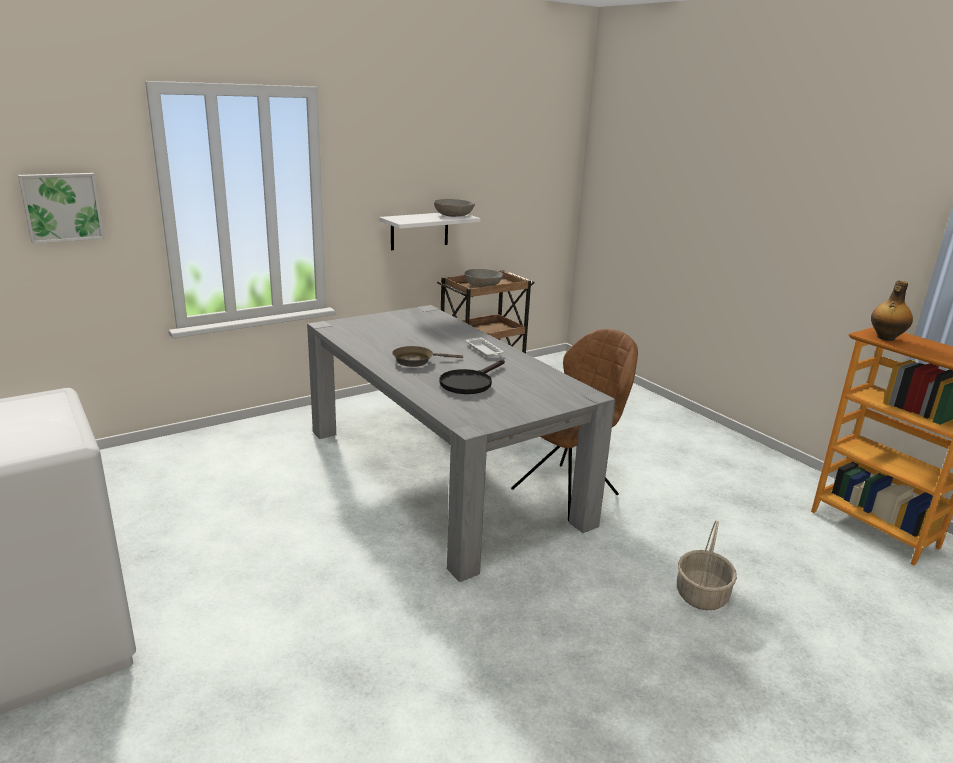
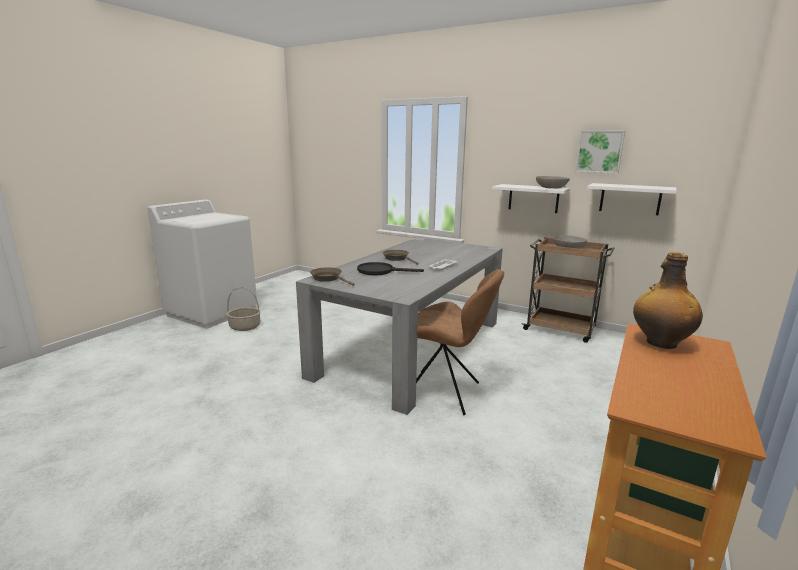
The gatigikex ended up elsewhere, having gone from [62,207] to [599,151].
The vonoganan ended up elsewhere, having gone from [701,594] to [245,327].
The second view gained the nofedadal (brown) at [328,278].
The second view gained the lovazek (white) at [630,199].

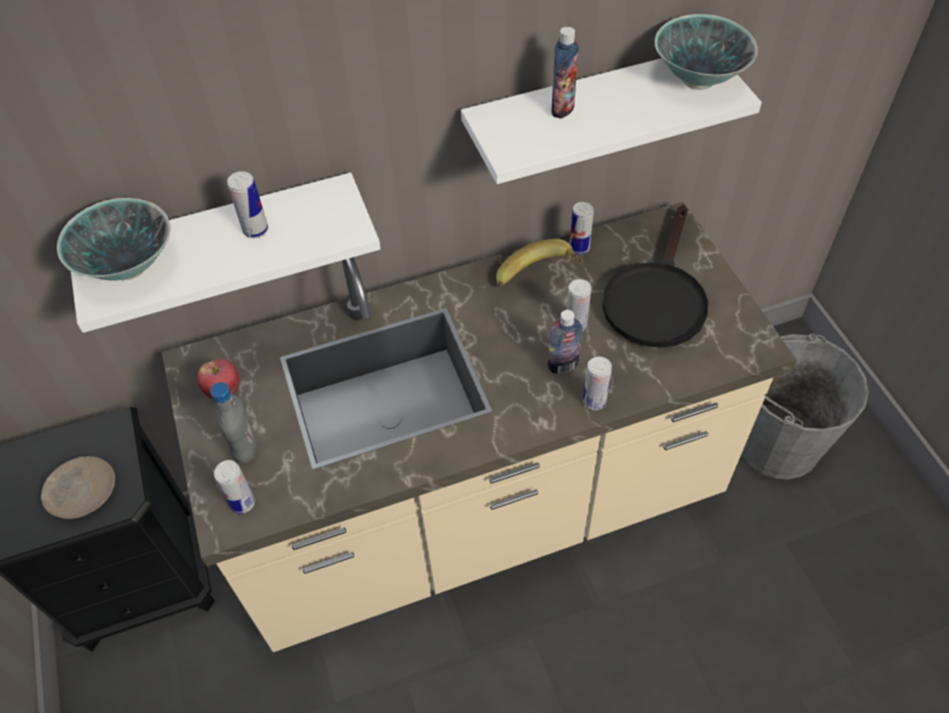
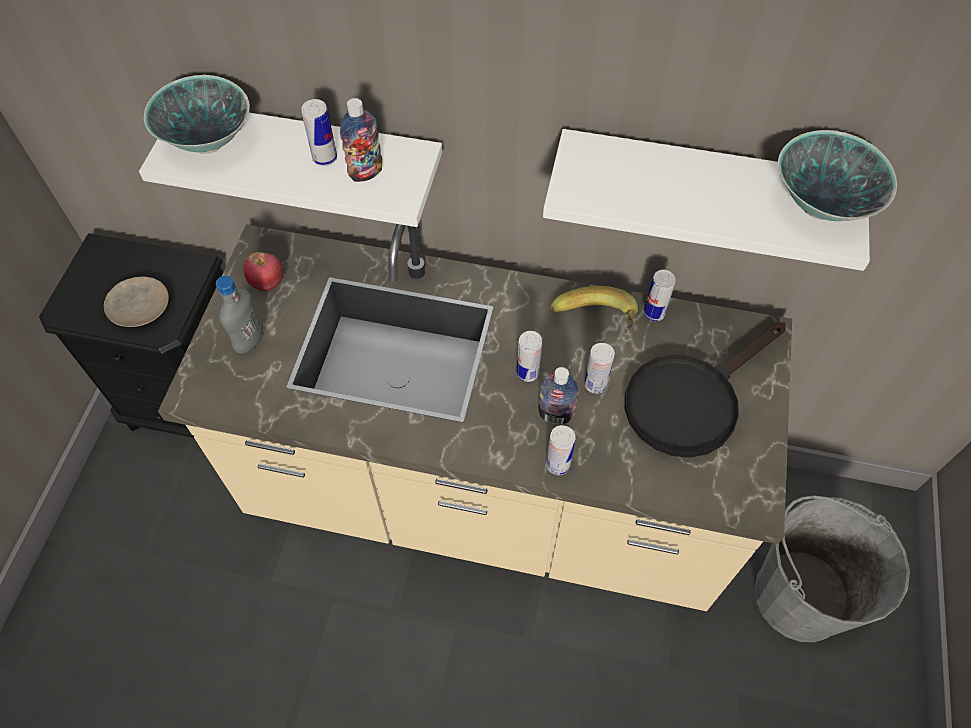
The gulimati ended up elsewhere, having gone from [243,503] to [527,373].
The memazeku ended up elsewhere, having gone from [562,108] to [366,172].

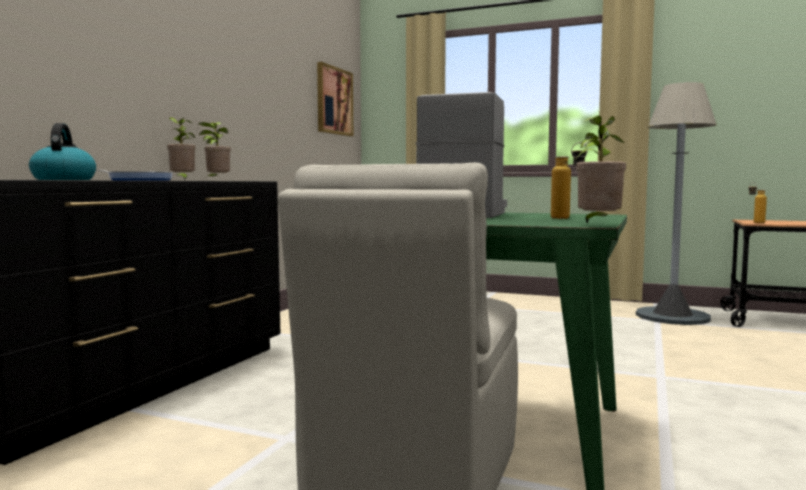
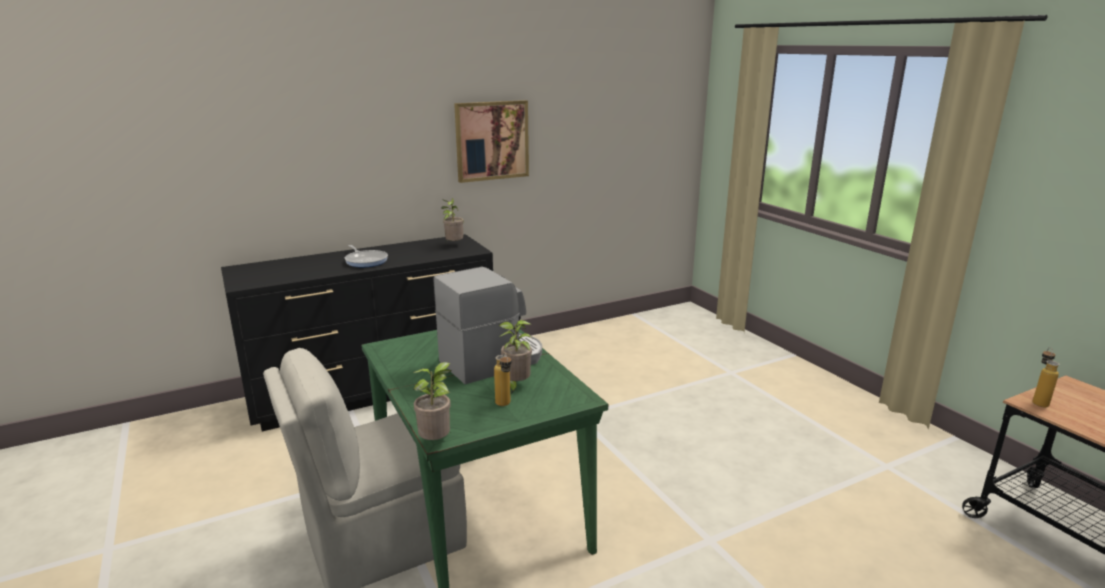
The second view lost the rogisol at [64,179].
The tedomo ended up elsewhere, having gone from [182,180] to [516,386].
The gatigikex ended up elsewhere, having gone from [334,101] to [492,140].
The second view lost the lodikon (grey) at [672,316].

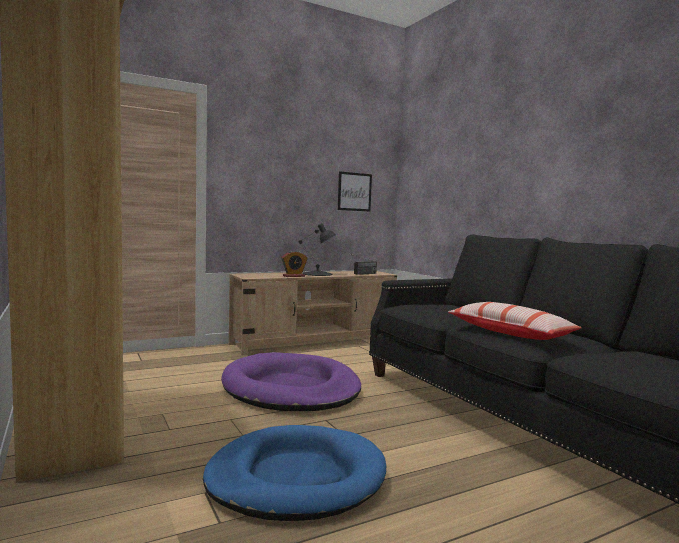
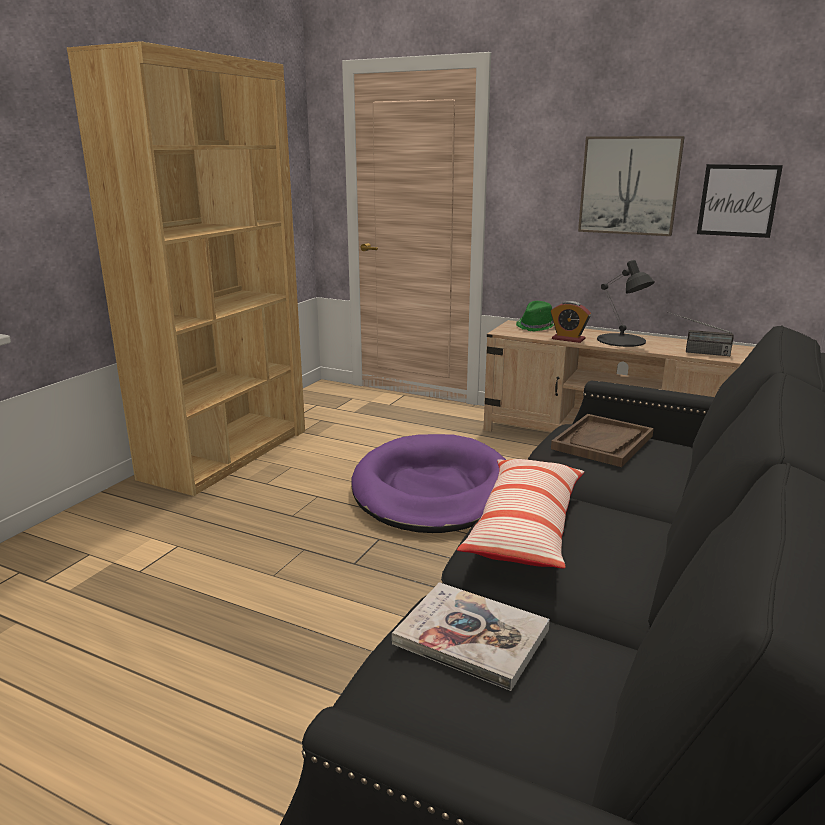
The second view lost the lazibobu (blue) at [296,478].
The second view gained the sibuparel at [471,636].
The second view gained the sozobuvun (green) at [536,326].
The second view gained the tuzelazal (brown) at [602,442].
The second view gained the gatigikex at [629,185].

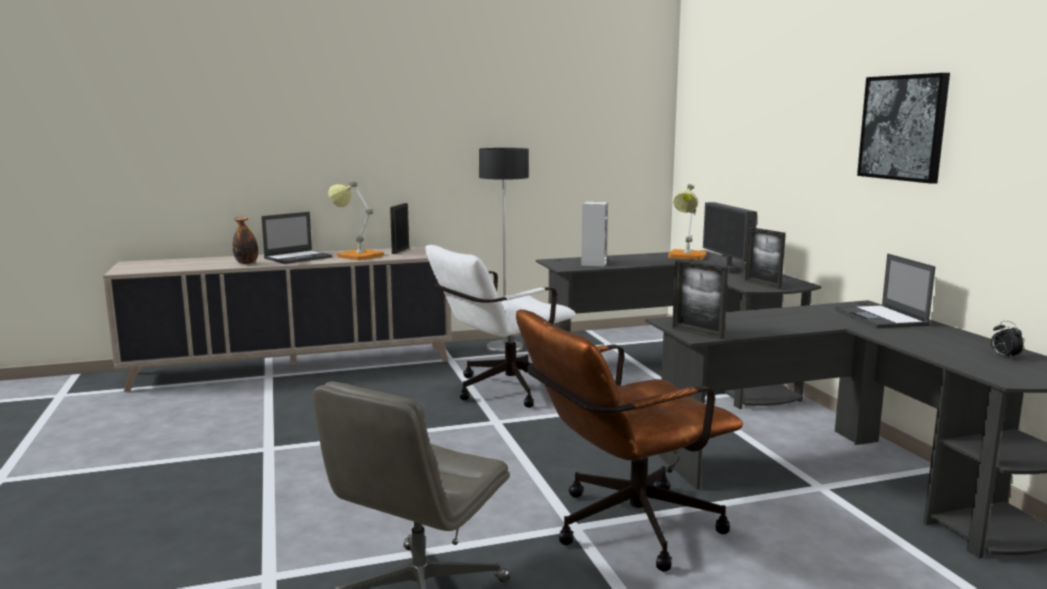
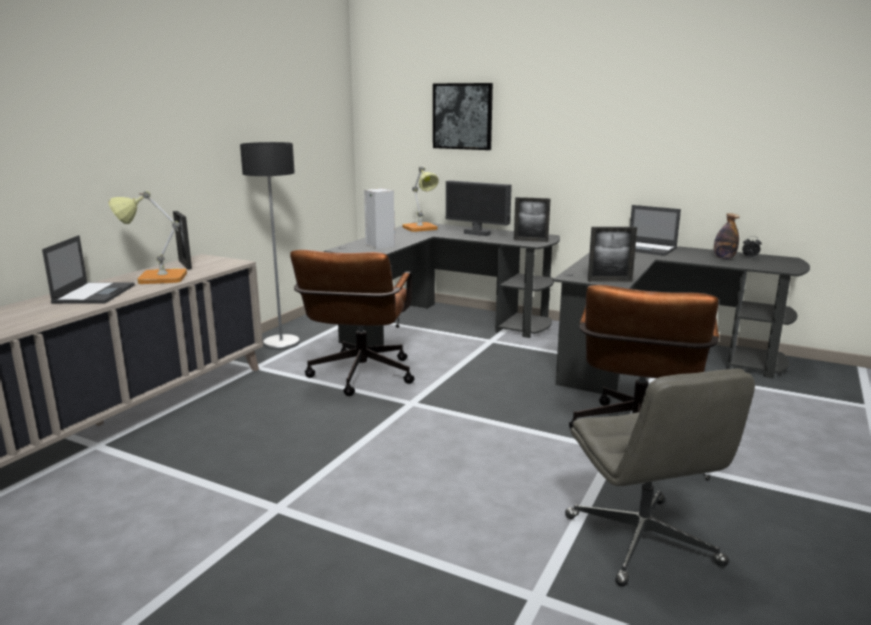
The memazeku ended up elsewhere, having gone from [246,263] to [724,258].
What was the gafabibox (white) at [501,390] turned into the gafabibox (brown) at [359,378].
The gatigikex ended up elsewhere, having gone from [903,127] to [462,116].

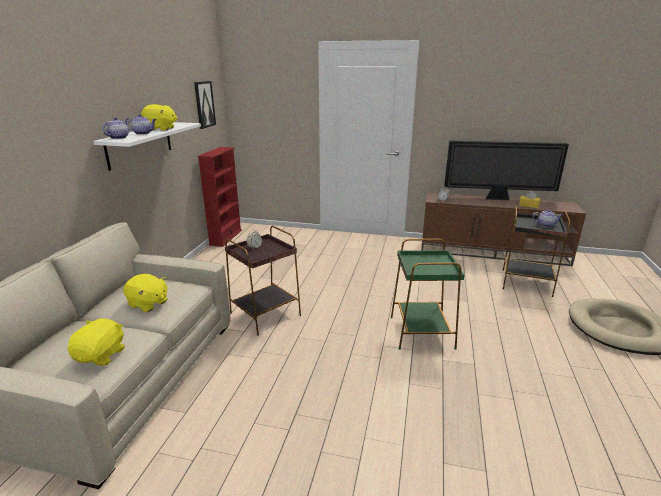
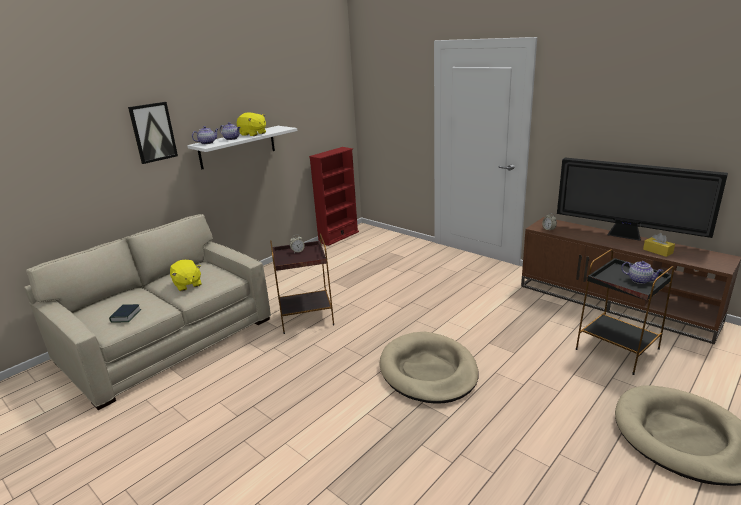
Where the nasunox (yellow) stood at [102,355], the sibuparel came to stand at [126,316].
The gatigikex ended up elsewhere, having gone from [204,104] to [153,132].
Where the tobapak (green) stood at [421,332], the lazibobu (beige) came to stand at [428,371].

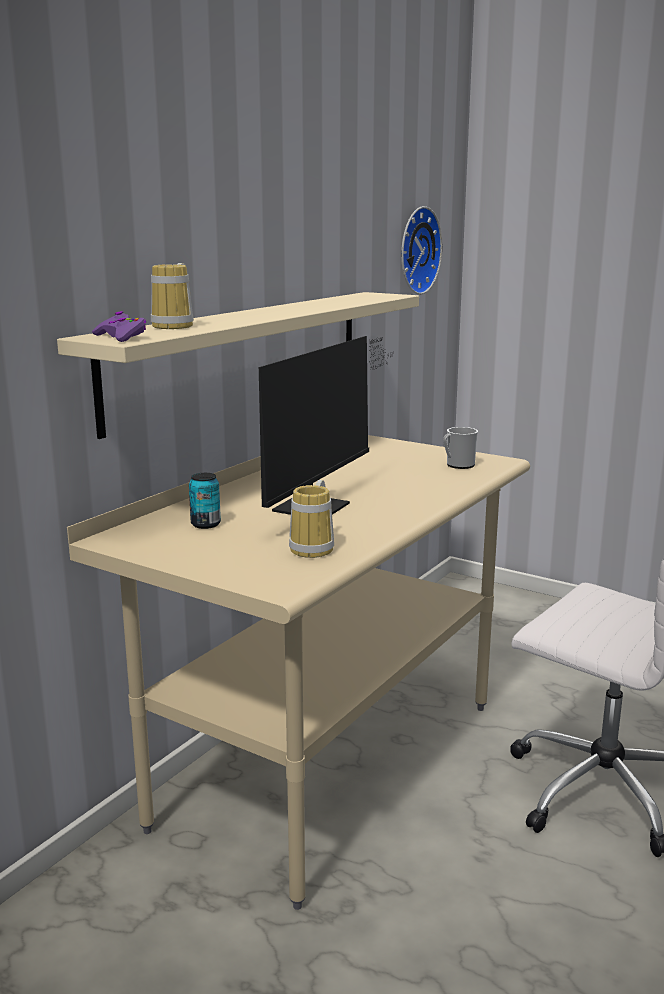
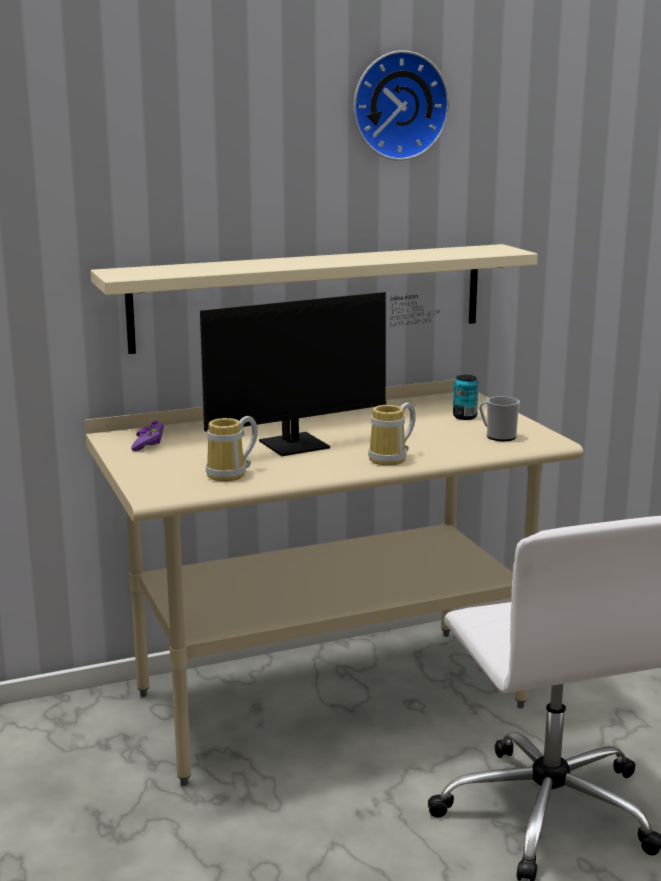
The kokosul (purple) ended up elsewhere, having gone from [121,337] to [148,443].
The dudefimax ended up elsewhere, having gone from [177,326] to [393,459].
The gulimati ended up elsewhere, having gone from [205,524] to [465,417].
The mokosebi ended up elsewhere, having gone from [415,250] to [398,106].

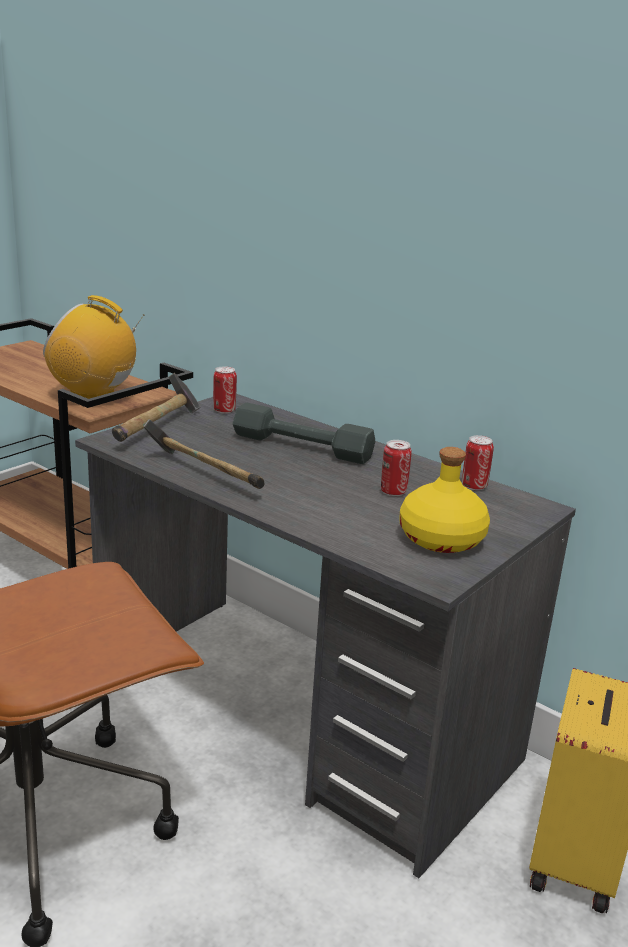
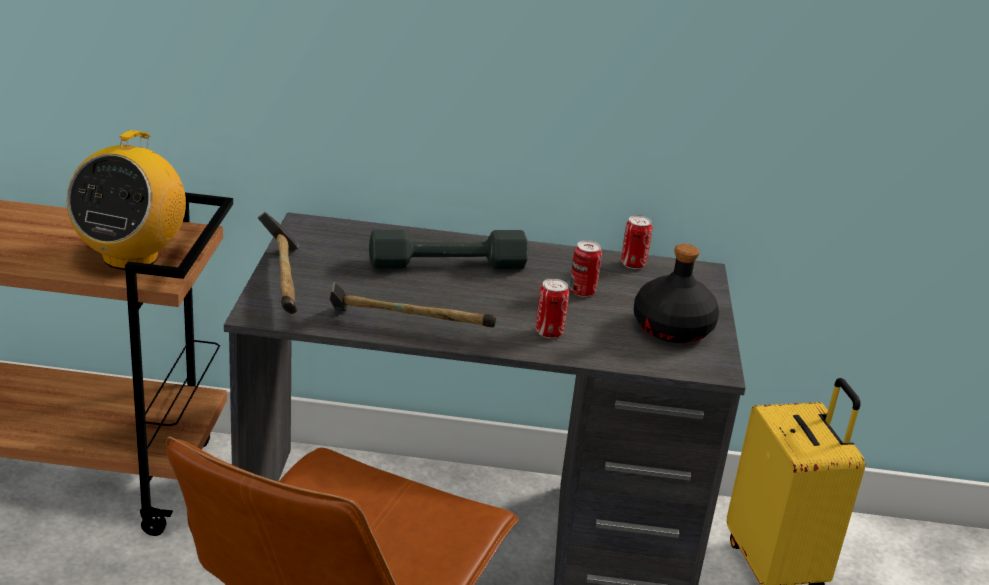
The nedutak at [93,396] ended up facing another way, 60 degrees counterclockwise from before.
The gulimati ended up elsewhere, having gone from [224,410] to [549,332].
What was the memazeku (yellow) at [440,538] turned into the memazeku (black) at [671,329].

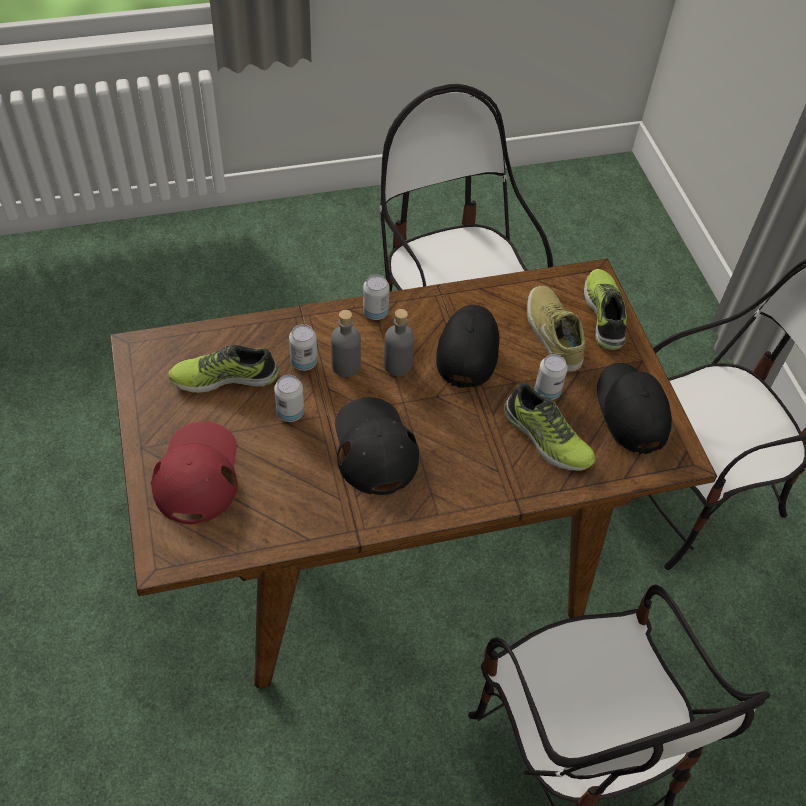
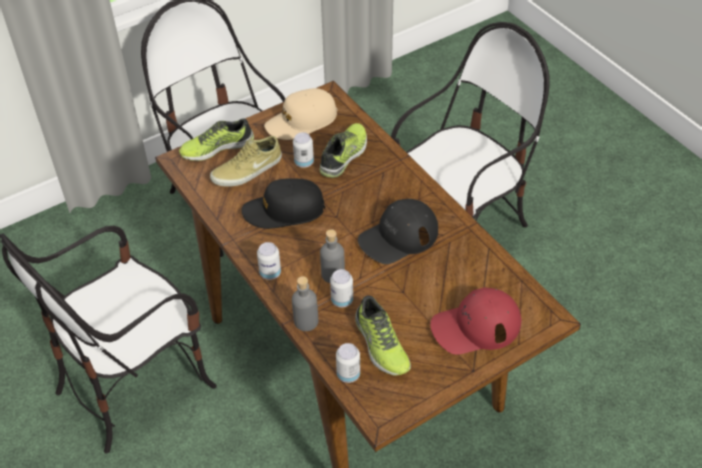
The gulimati ended up elsewhere, having gone from [290,413] to [348,374].
The memazeku (grey) ended up elsewhere, having gone from [397,365] to [306,321].
What was the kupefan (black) at [630,411] turned into the kupefan (beige) at [301,121].

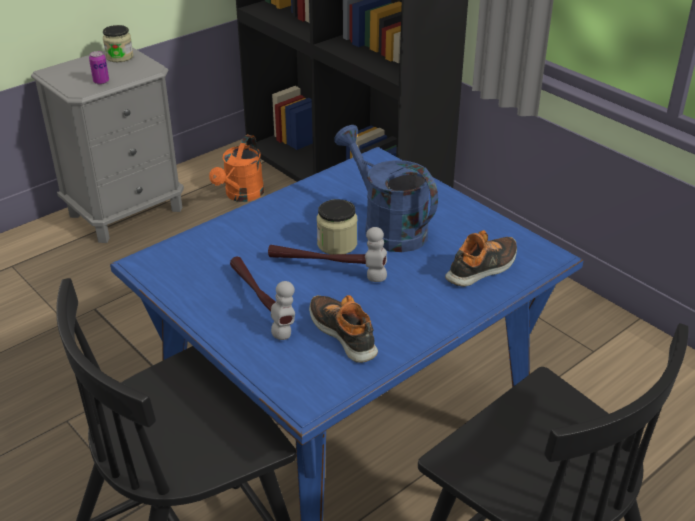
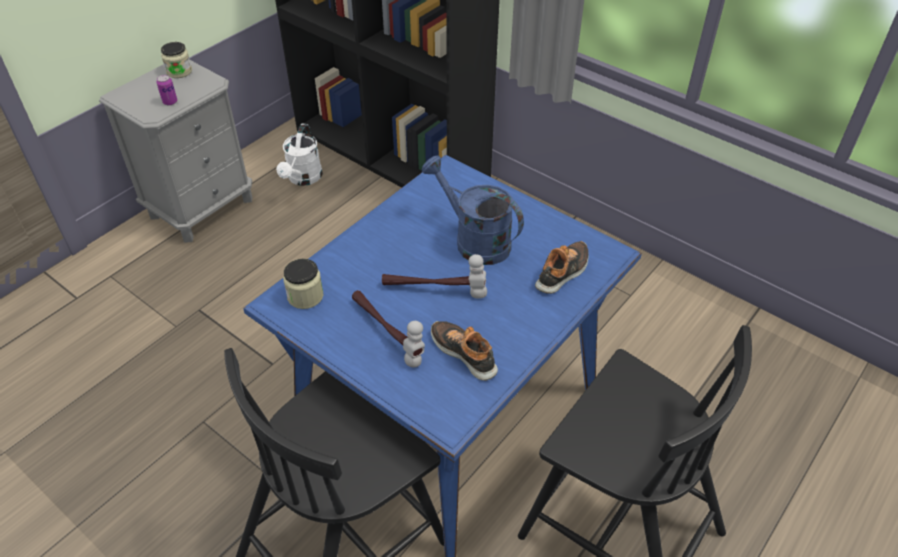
What was the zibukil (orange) at [241,195] turned into the zibukil (white) at [303,179].
The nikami ended up elsewhere, having gone from [337,244] to [305,296].

